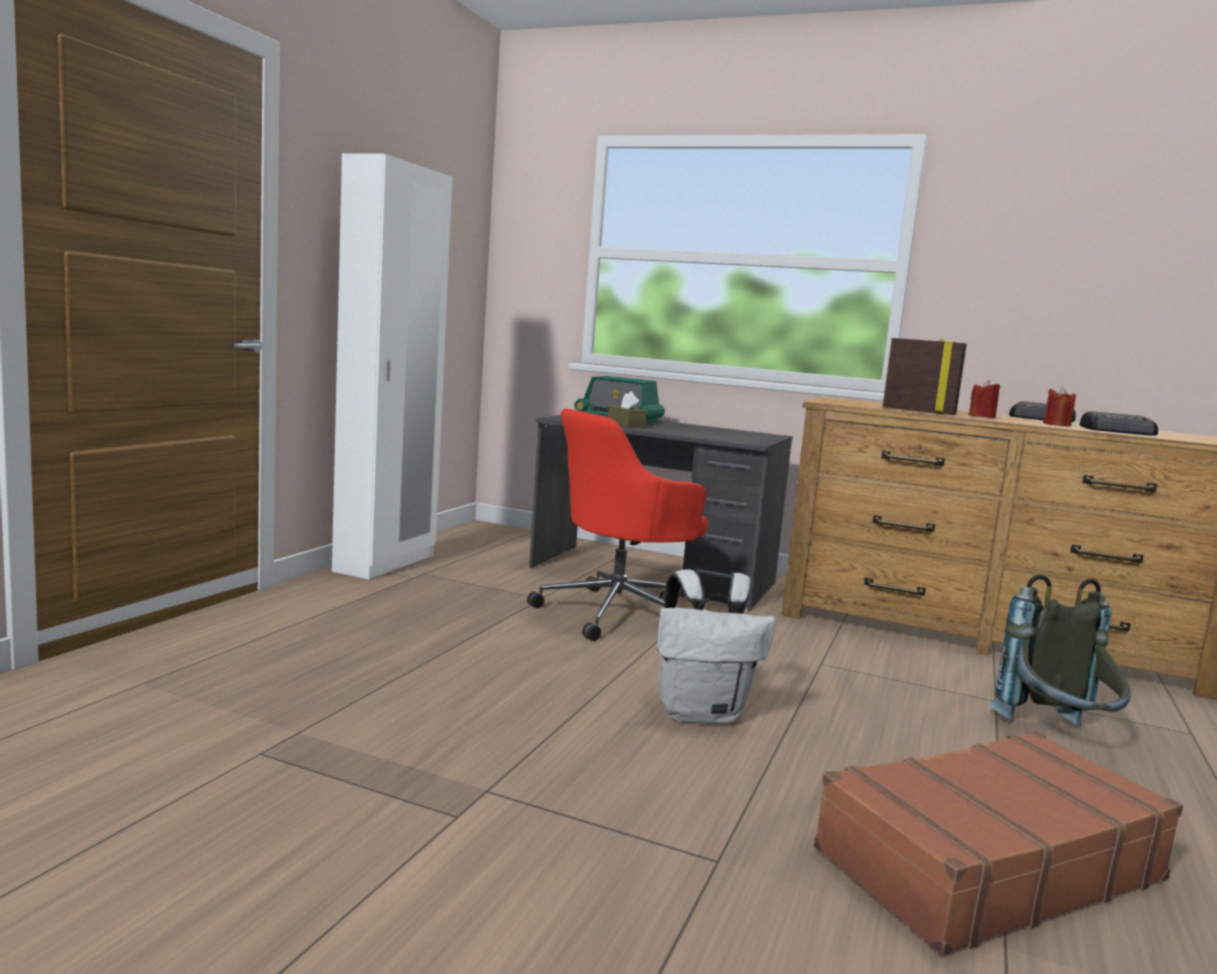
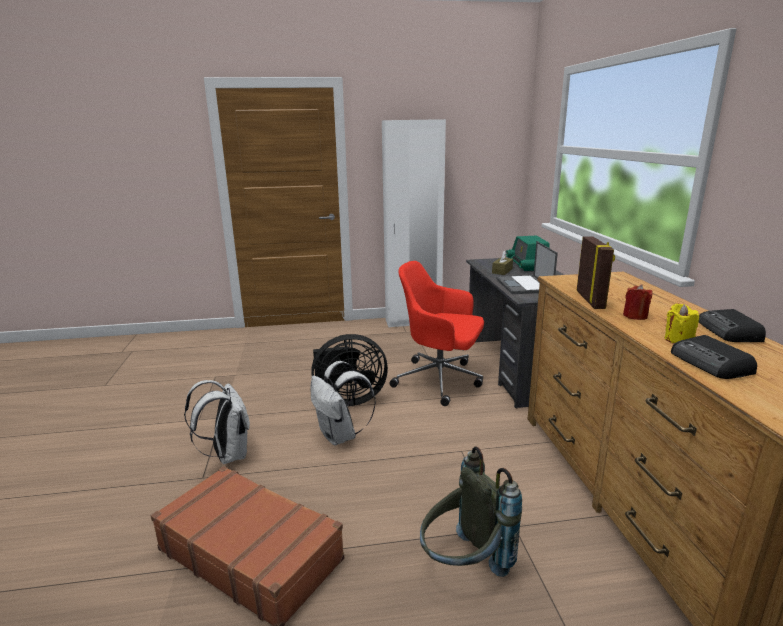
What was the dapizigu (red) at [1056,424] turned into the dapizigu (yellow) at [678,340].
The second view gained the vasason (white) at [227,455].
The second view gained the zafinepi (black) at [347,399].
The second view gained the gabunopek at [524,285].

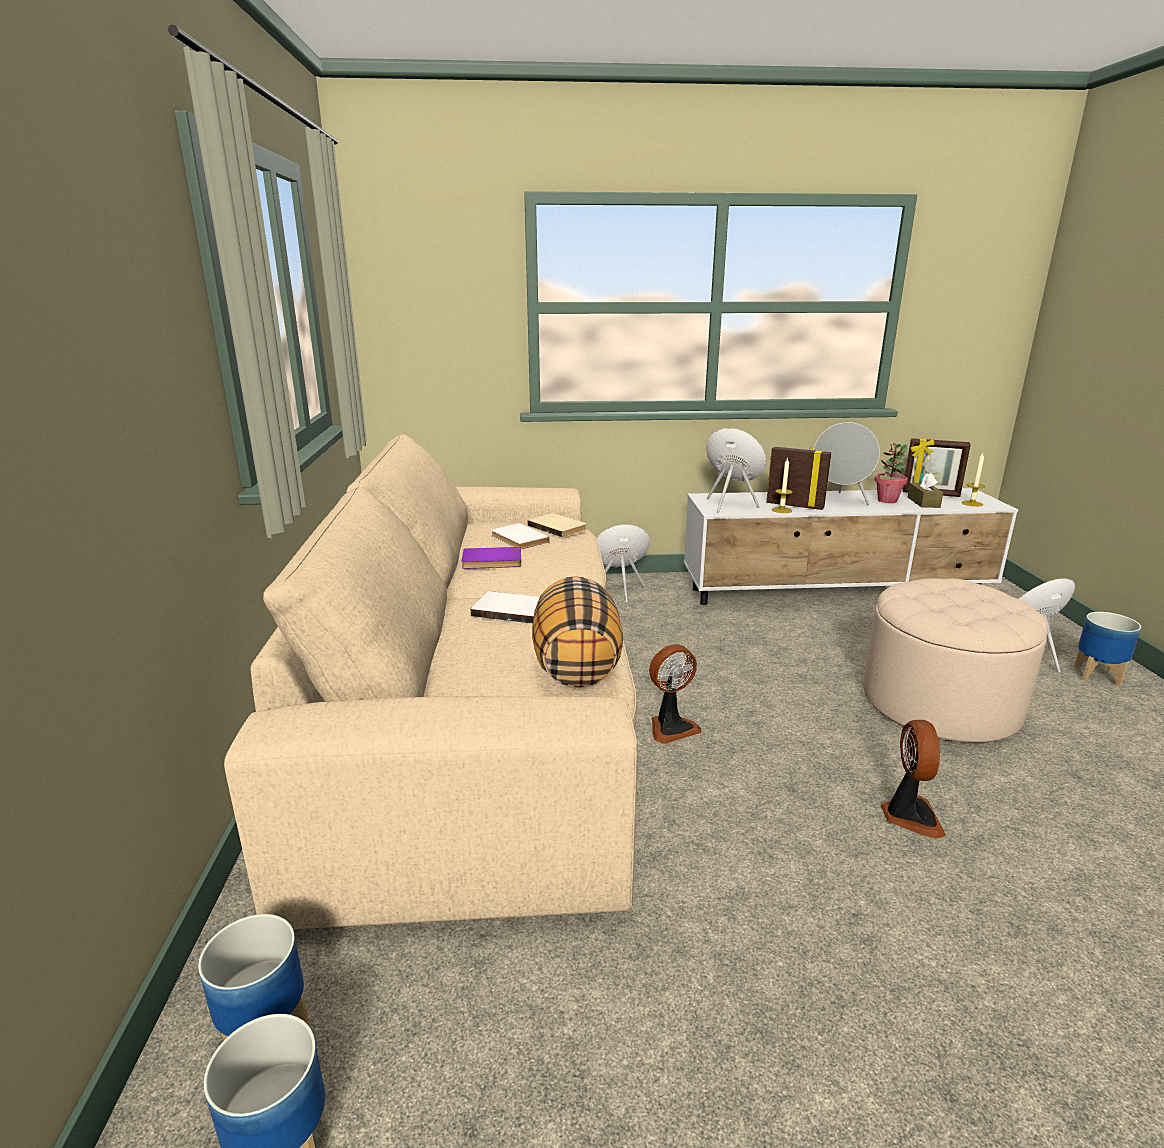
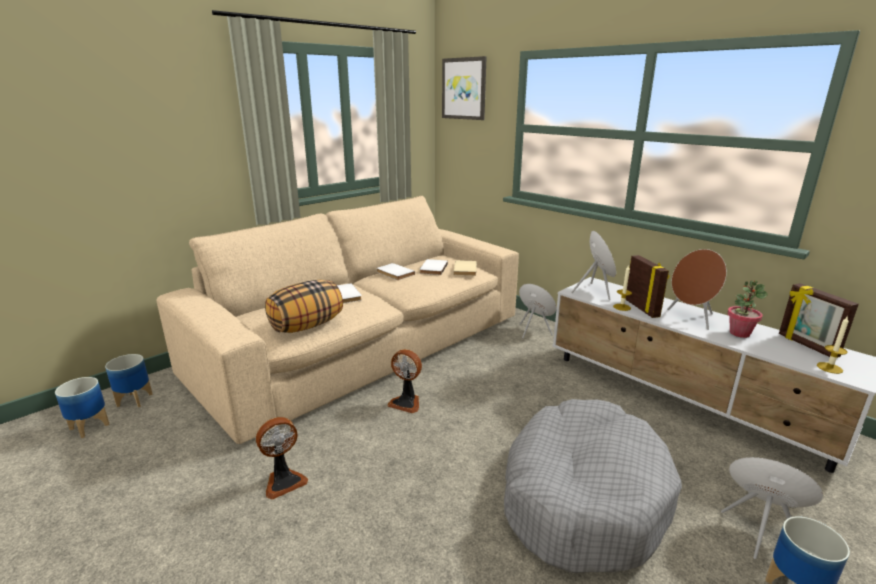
What was the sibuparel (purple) at [492,561] turned into the sibuparel (white) at [394,273].
What was the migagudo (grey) at [839,501] turned into the migagudo (brown) at [691,318].
Where the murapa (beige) stood at [939,703], the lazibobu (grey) came to stand at [582,497].
The zafinepi ended up elsewhere, having gone from [909,816] to [284,481].
The second view lost the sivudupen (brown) at [923,502].
The second view gained the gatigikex at [464,88].

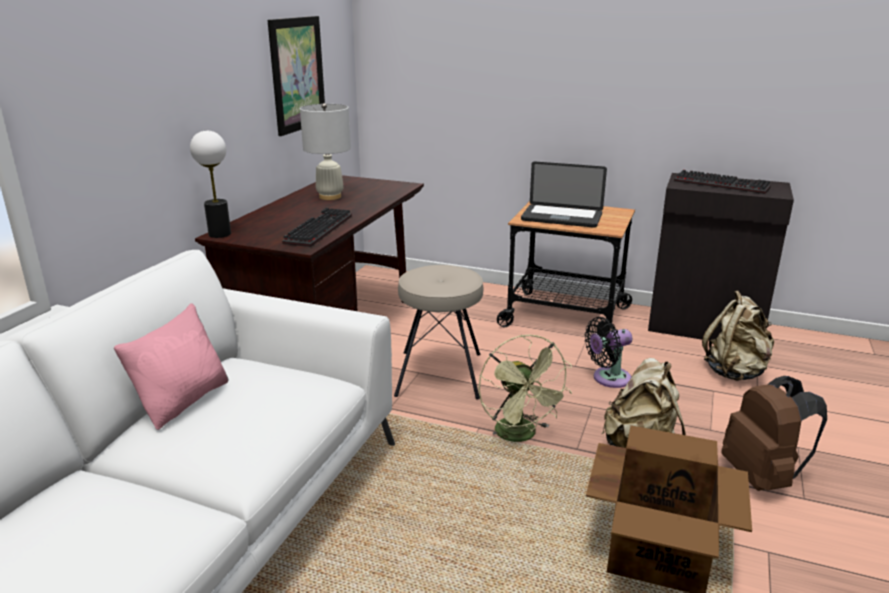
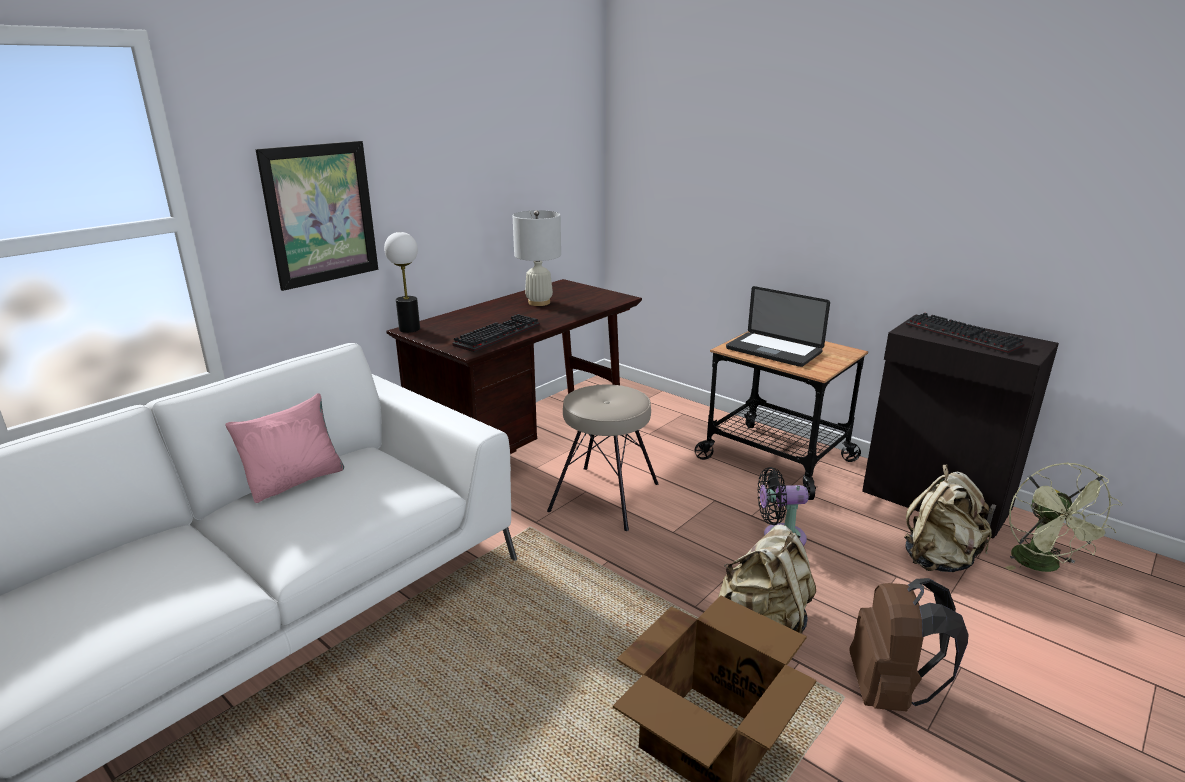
The gatigikex ended up elsewhere, having gone from [297,74] to [321,214].
The zafinepi (green) ended up elsewhere, having gone from [521,436] to [1043,566].

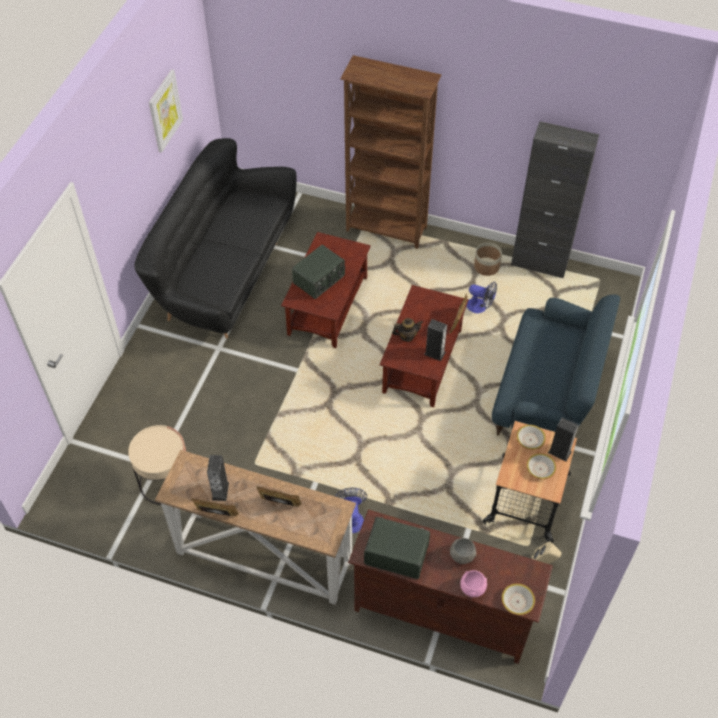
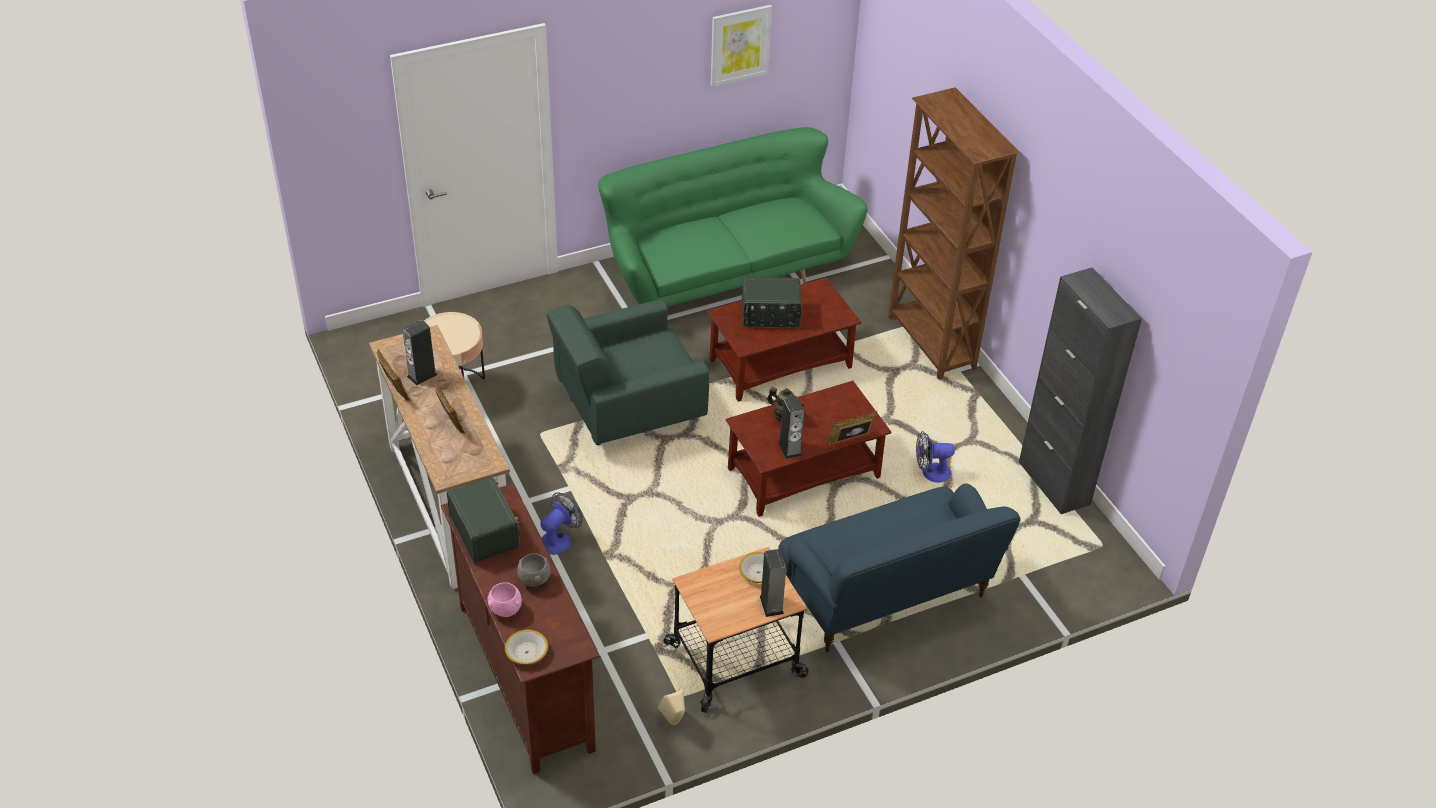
What was the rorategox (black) at [224,272] turned into the rorategox (green) at [725,272].
The zafinepi at [480,307] ended up facing another way, 105 degrees clockwise from before.
The second view lost the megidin at [486,266].
The second view lost the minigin at [540,469].
The second view gained the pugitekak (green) at [627,408].

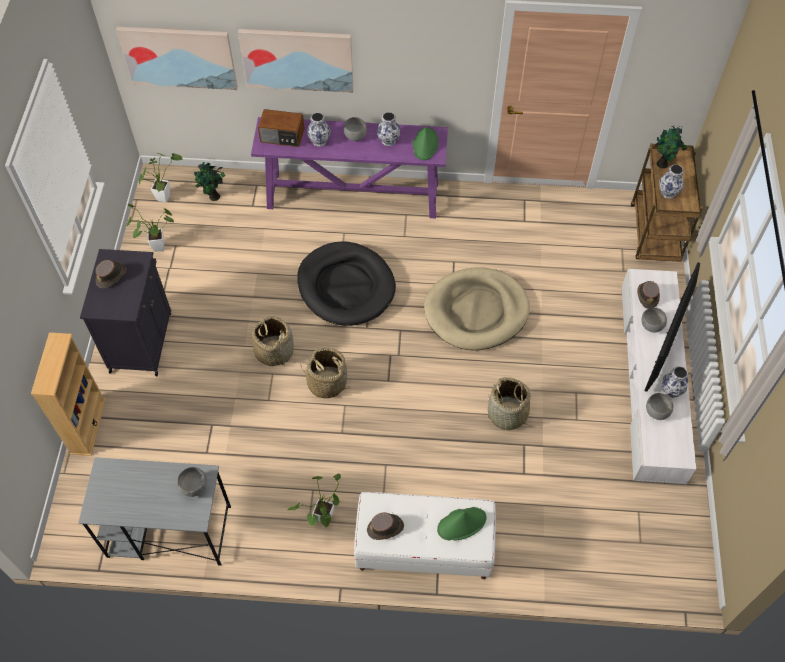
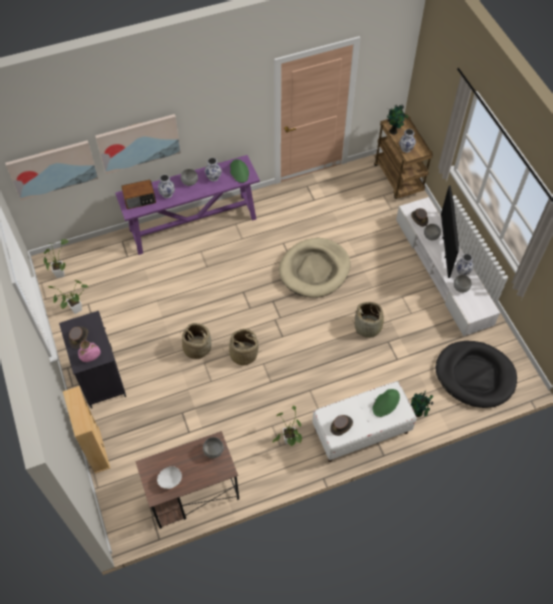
What was the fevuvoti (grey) at [168,531] turned into the fevuvoti (brown) at [192,493].
The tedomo ended up elsewhere, having gone from [214,197] to [417,413].
The lazibobu (black) ended up elsewhere, having gone from [346,286] to [475,375].
The second view gained the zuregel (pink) at [91,358].
The second view gained the minigin (white) at [170,481].

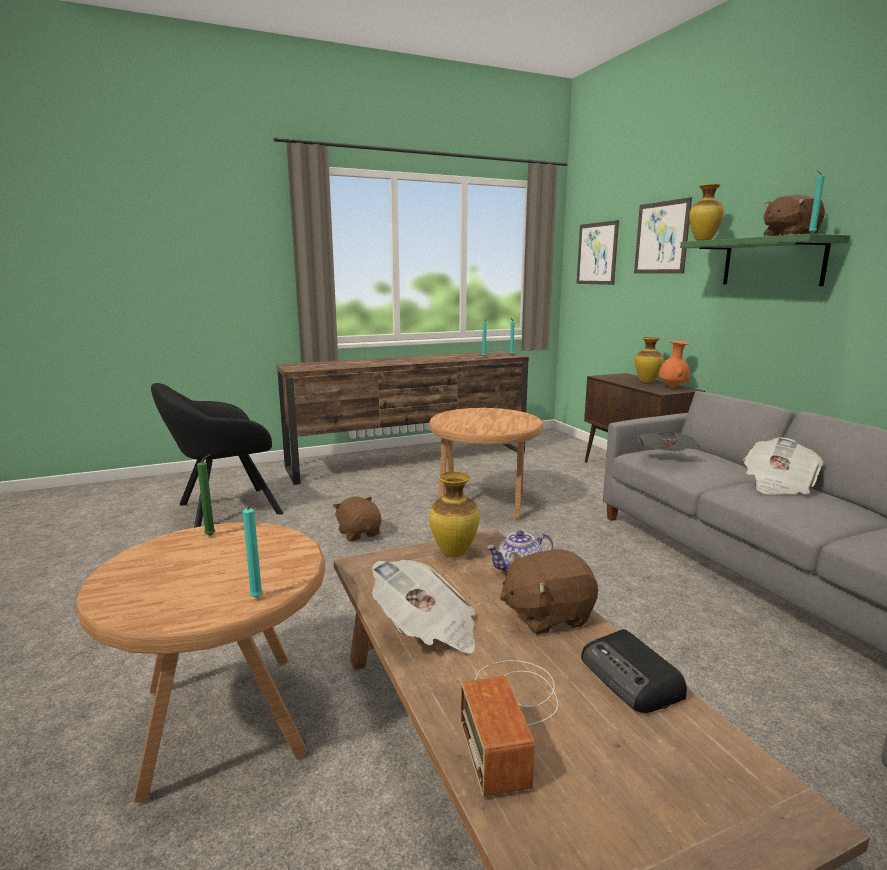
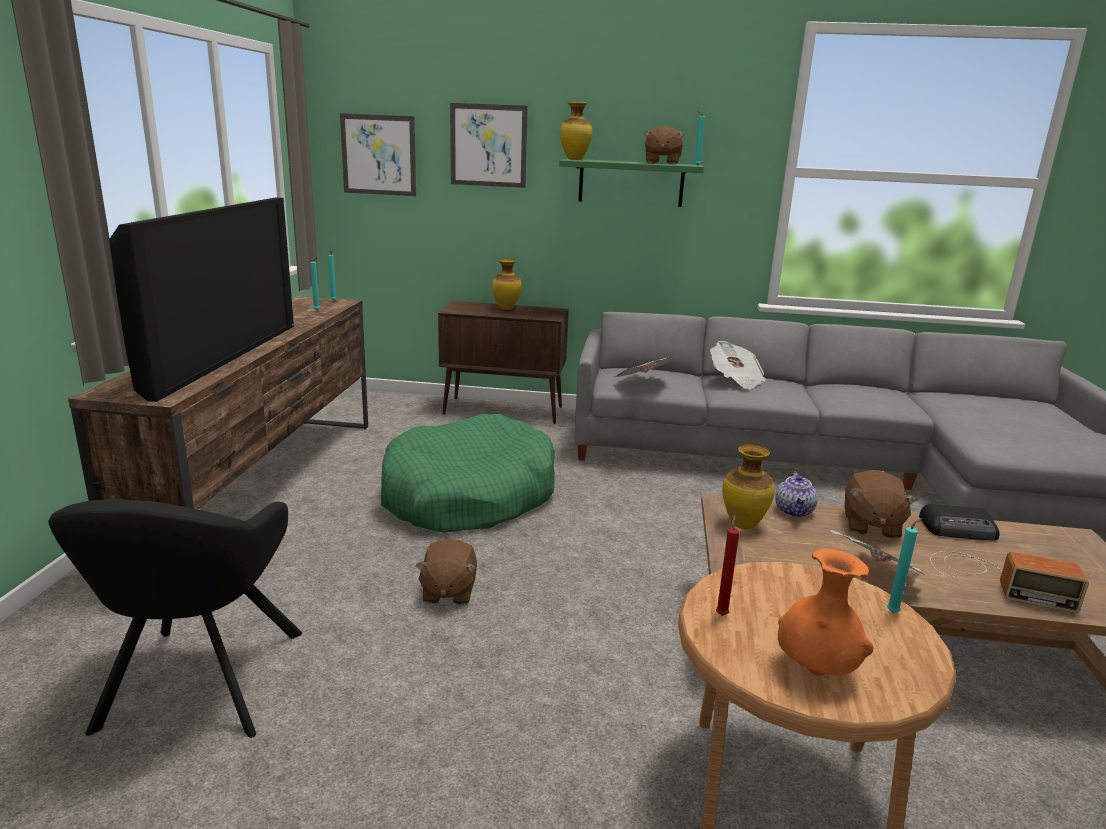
What was the dapizigu (green) at [212,535] turned into the dapizigu (red) at [722,614].
The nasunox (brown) at [359,533] ended up facing another way, 90 degrees counterclockwise from before.
Where the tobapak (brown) stood at [484,503], the lazibobu (green) came to stand at [468,495].
The zuregel (orange) ended up elsewhere, having gone from [672,388] to [815,671].
The second view gained the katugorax at [221,356].

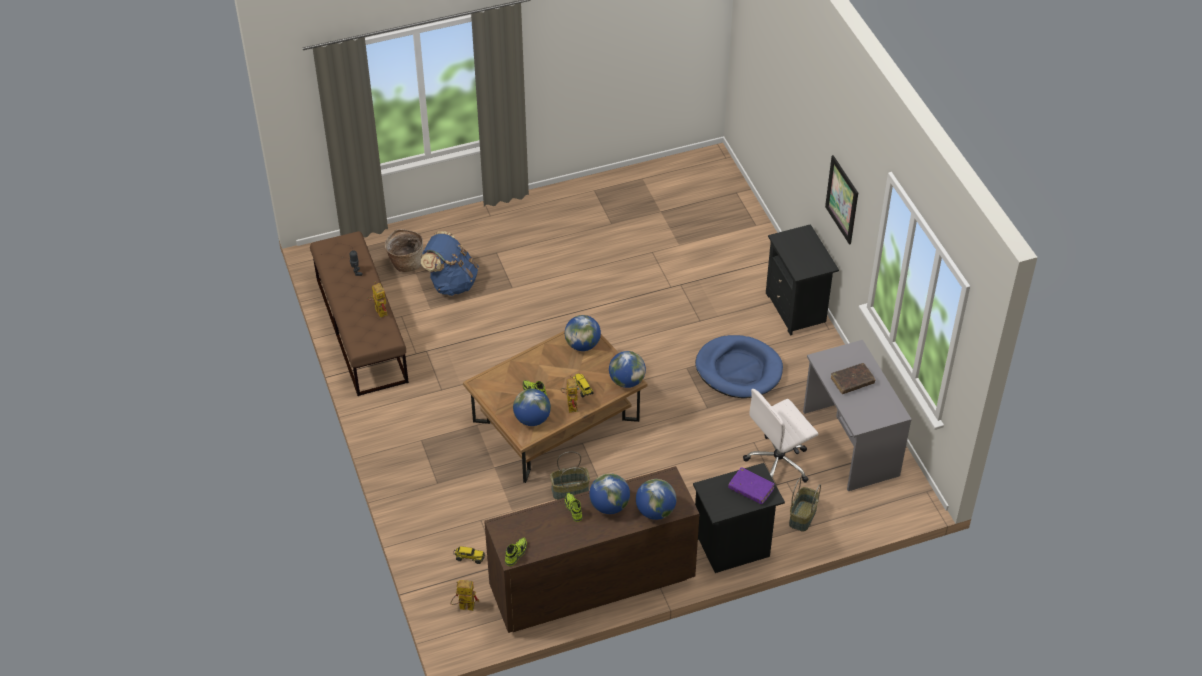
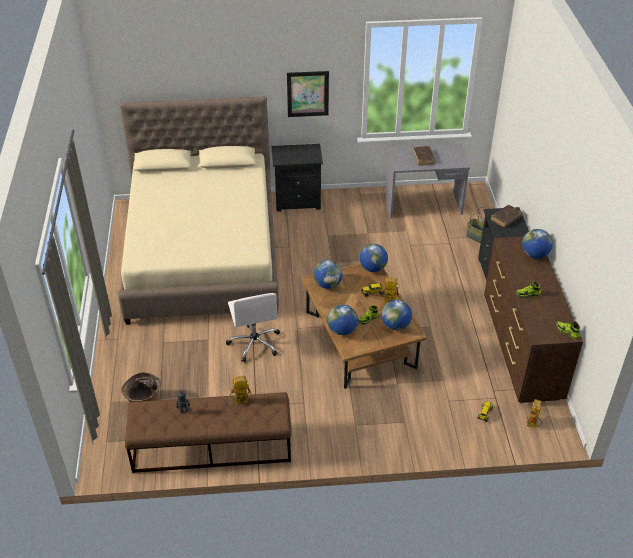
The second view lost the vasason (blue) at [451,283].
The second view lost the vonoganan at [570,491].
The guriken ended up elsewhere, having gone from [609,506] to [342,330].
The second view lost the lazibobu (blue) at [739,370].
What was the sibuparel (purple) at [751,489] turned into the sibuparel (brown) at [506,218].
The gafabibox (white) ended up elsewhere, having gone from [779,462] to [254,343].
The second view gained the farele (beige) at [203,254].

